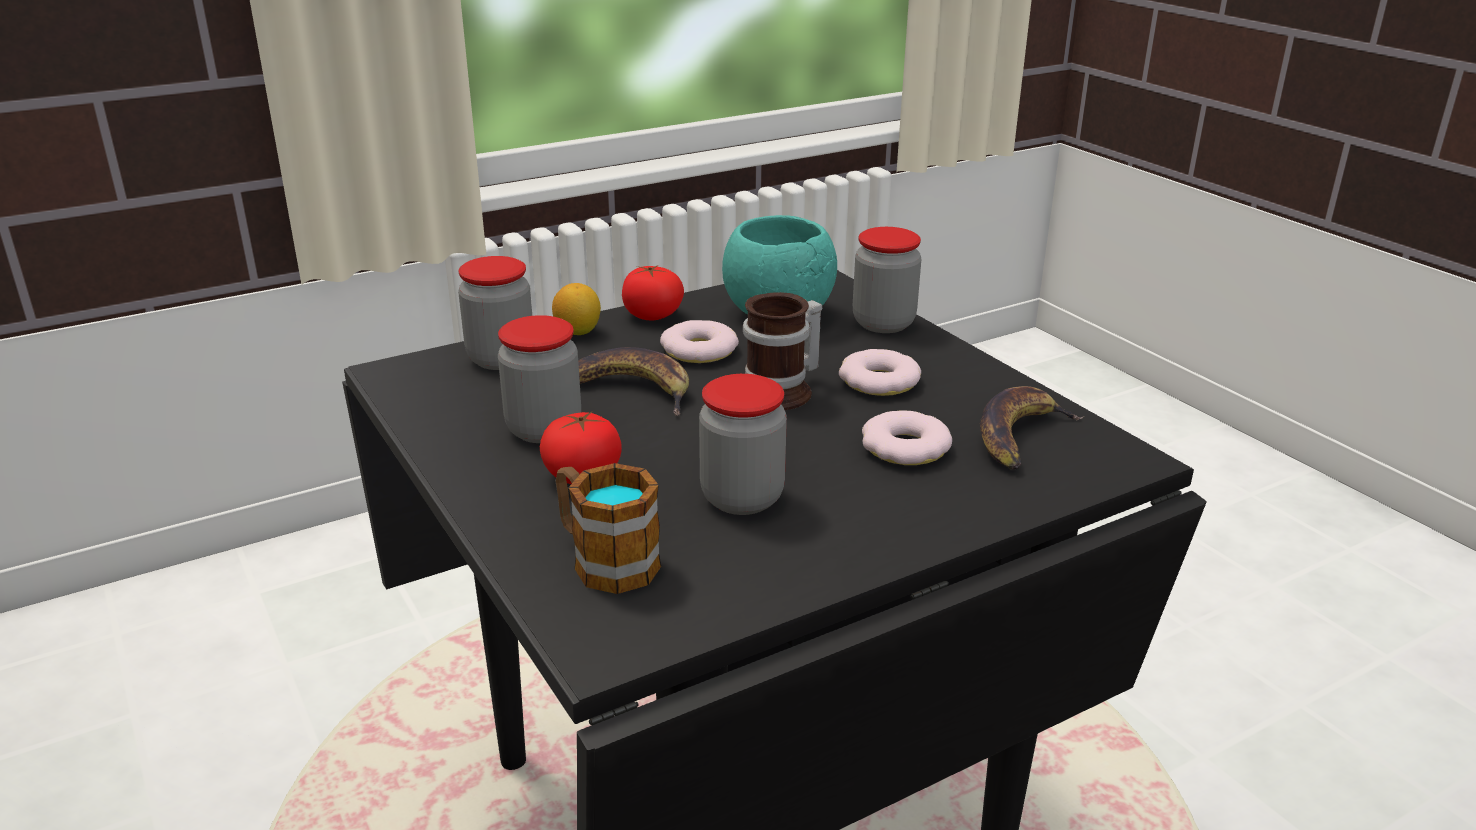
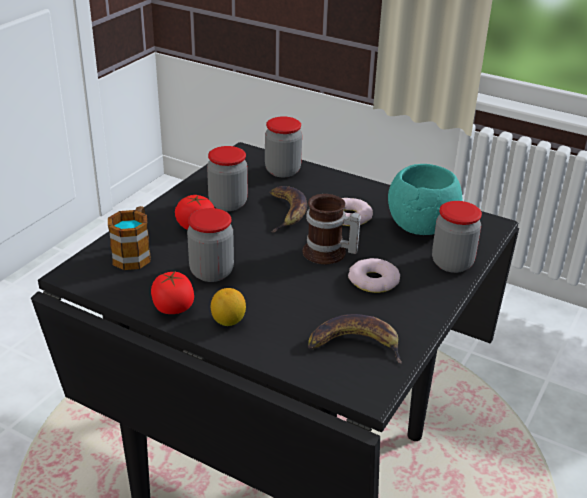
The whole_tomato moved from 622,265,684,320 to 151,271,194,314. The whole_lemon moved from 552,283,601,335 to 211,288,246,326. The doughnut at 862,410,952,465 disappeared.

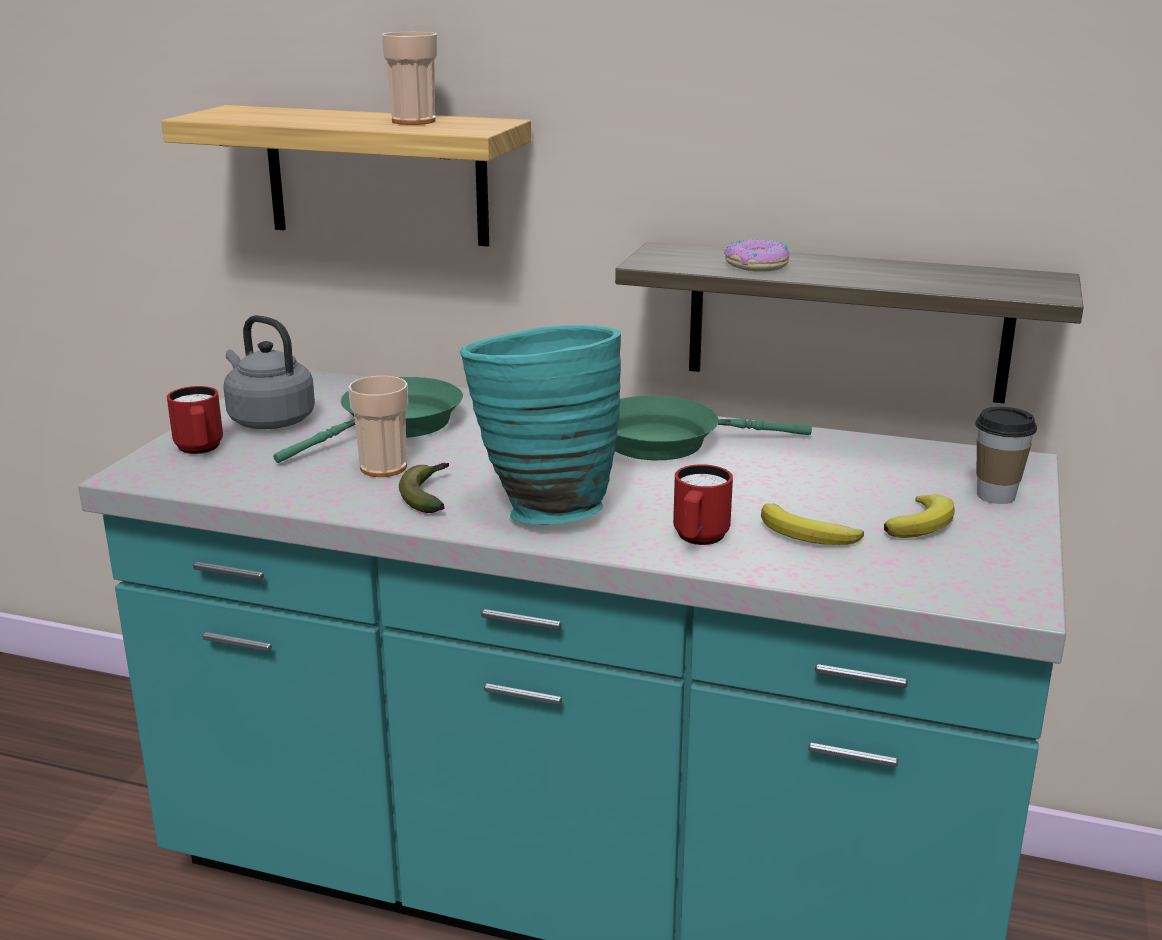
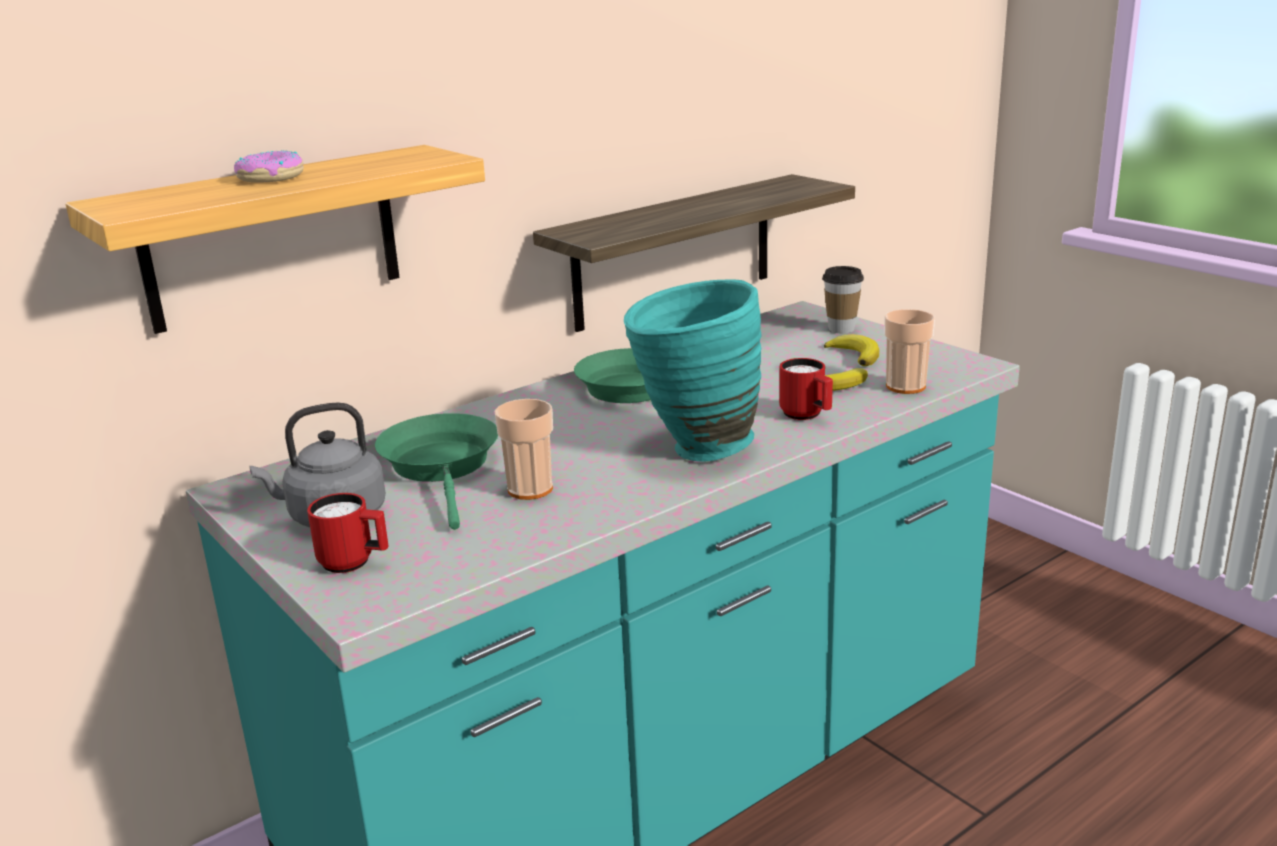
The small_cup moved from 382,32,437,125 to 884,309,935,394. The doughnut moved from 724,239,789,272 to 234,151,304,183. The banana at 399,463,449,513 disappeared.

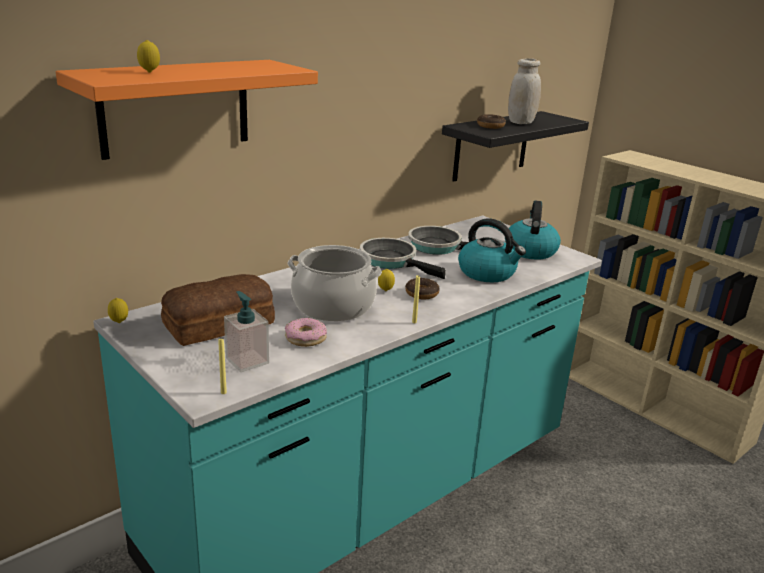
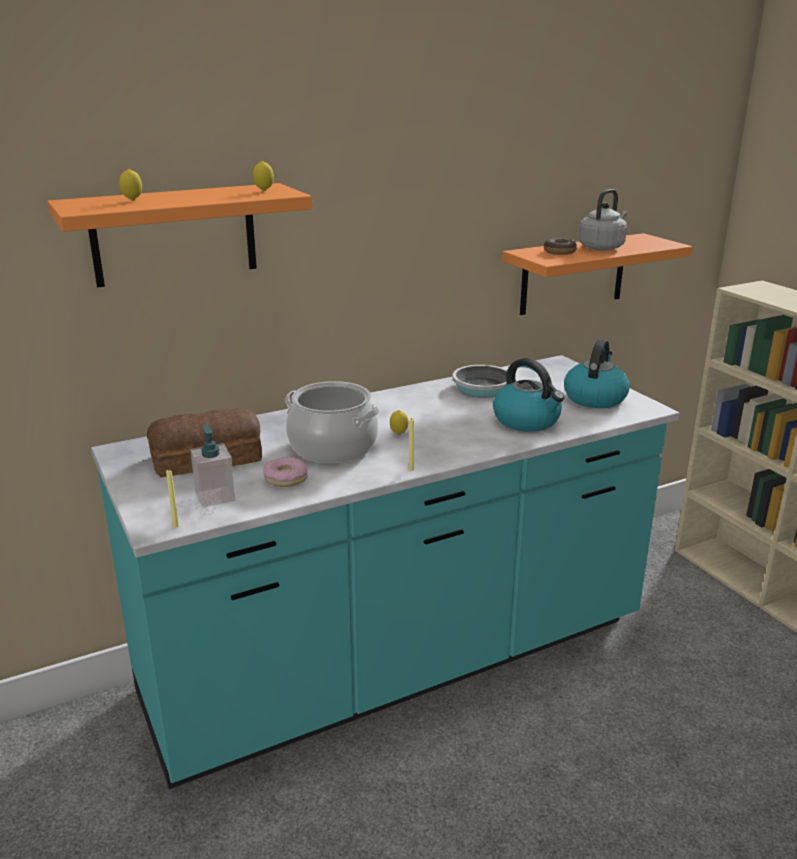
The whitish_storage_jar at 508,58,541,124 was replaced by the greyish_water_kettle at 578,189,627,250. The black-coloured_wall_shelf at 442,111,589,182 became the orangey_wall_shelf at 502,233,693,315. The frying_pan at 360,238,446,279 disappeared. The doughnut at 405,278,440,299 disappeared. The whole_lemon moved from 108,298,128,323 to 253,161,274,191.

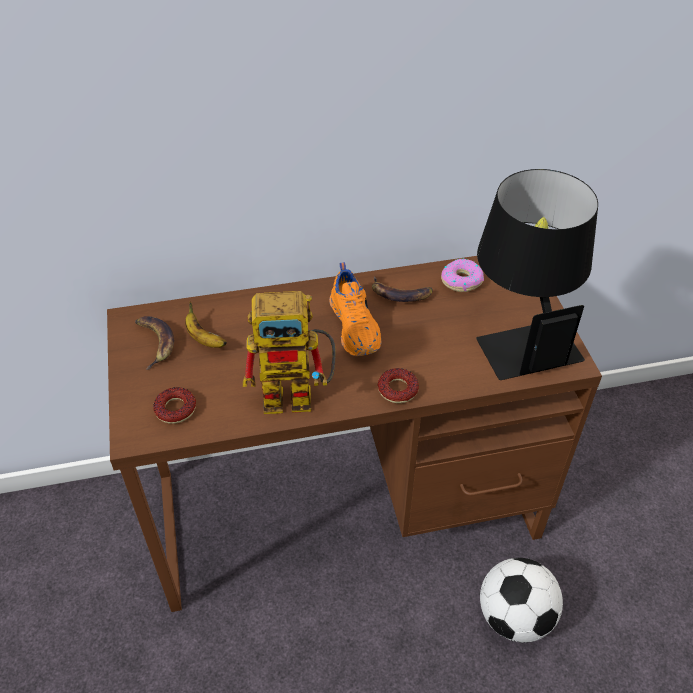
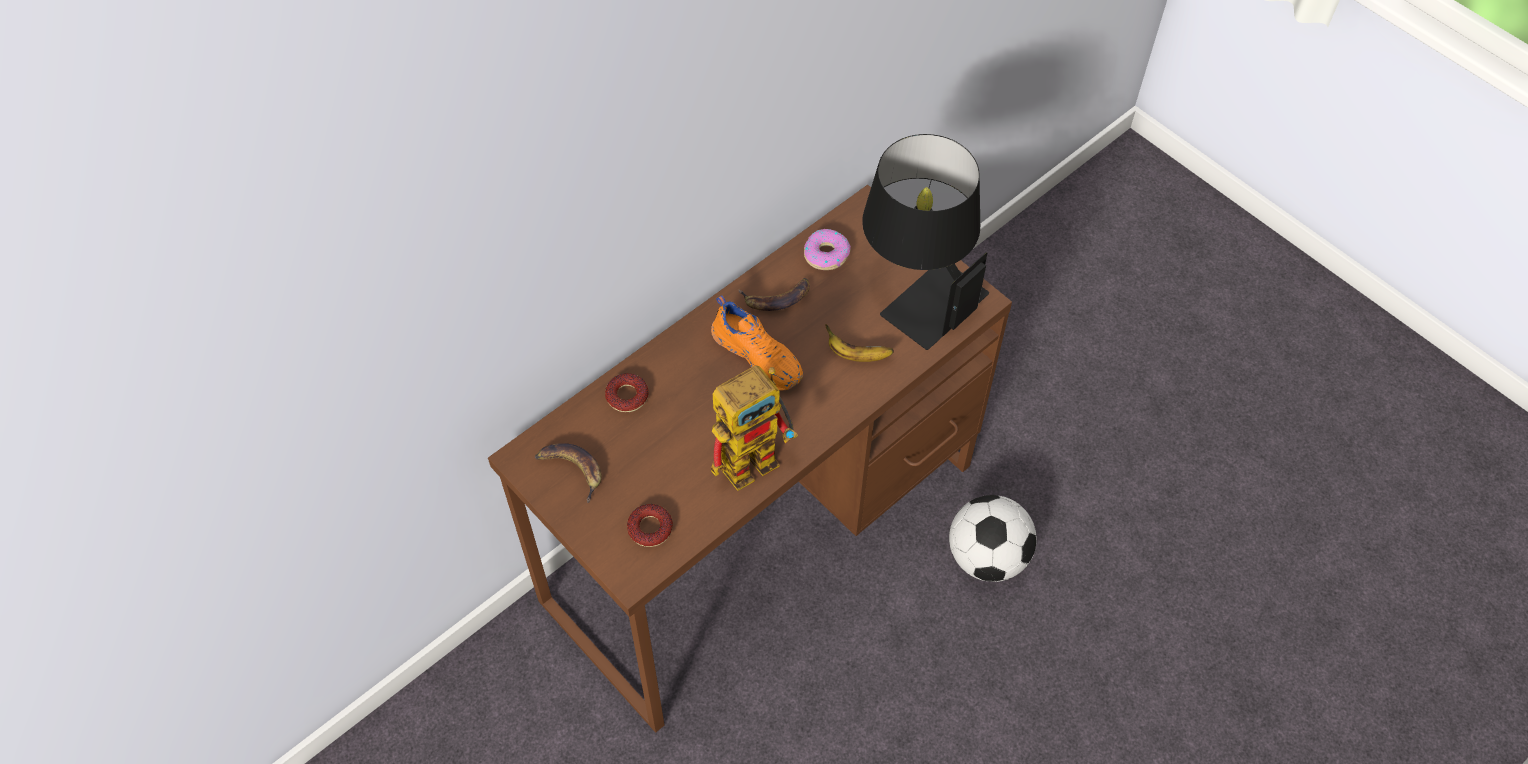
The banana moved from 185,302,227,348 to 825,324,894,362. The doughnut moved from 378,368,419,403 to 605,373,649,412.

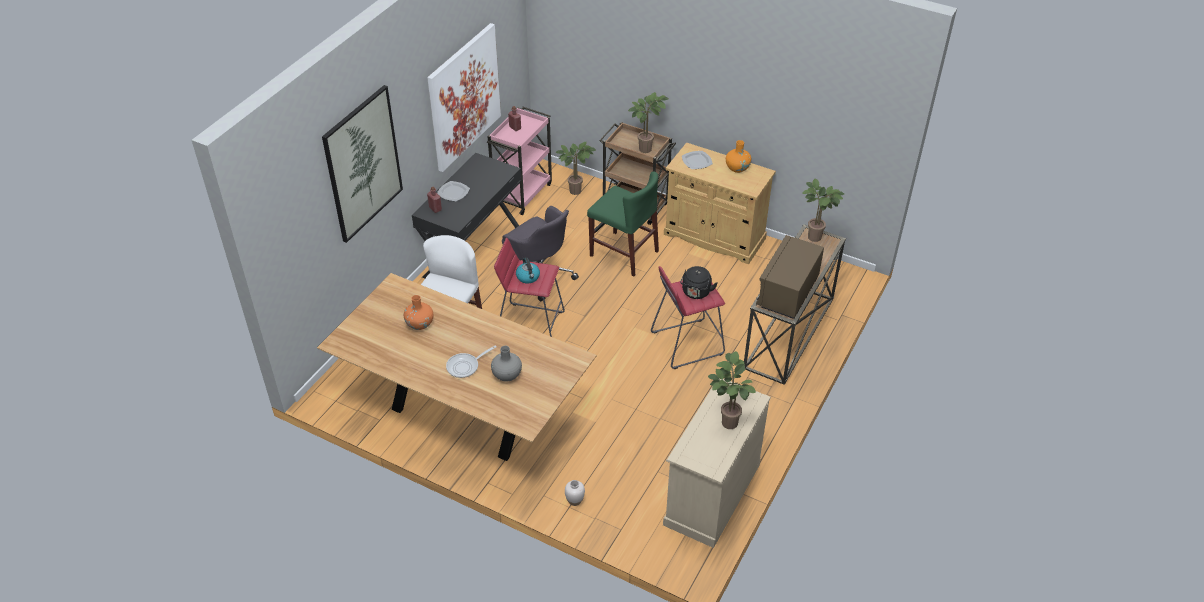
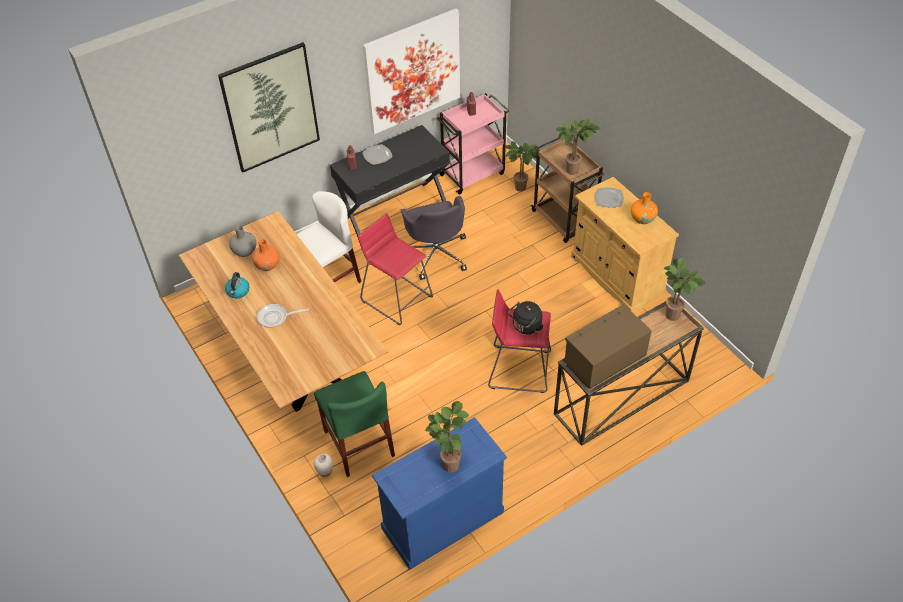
The green-coloured_chair moved from 587,171,659,277 to 314,371,395,477. The water_kettle moved from 516,257,540,283 to 225,272,250,298. The greyish_decorative_vase moved from 491,346,522,382 to 229,225,256,257. The sand-coloured_drawer_chest at 663,378,771,548 became the blue-coloured_drawer_chest at 372,417,507,570.

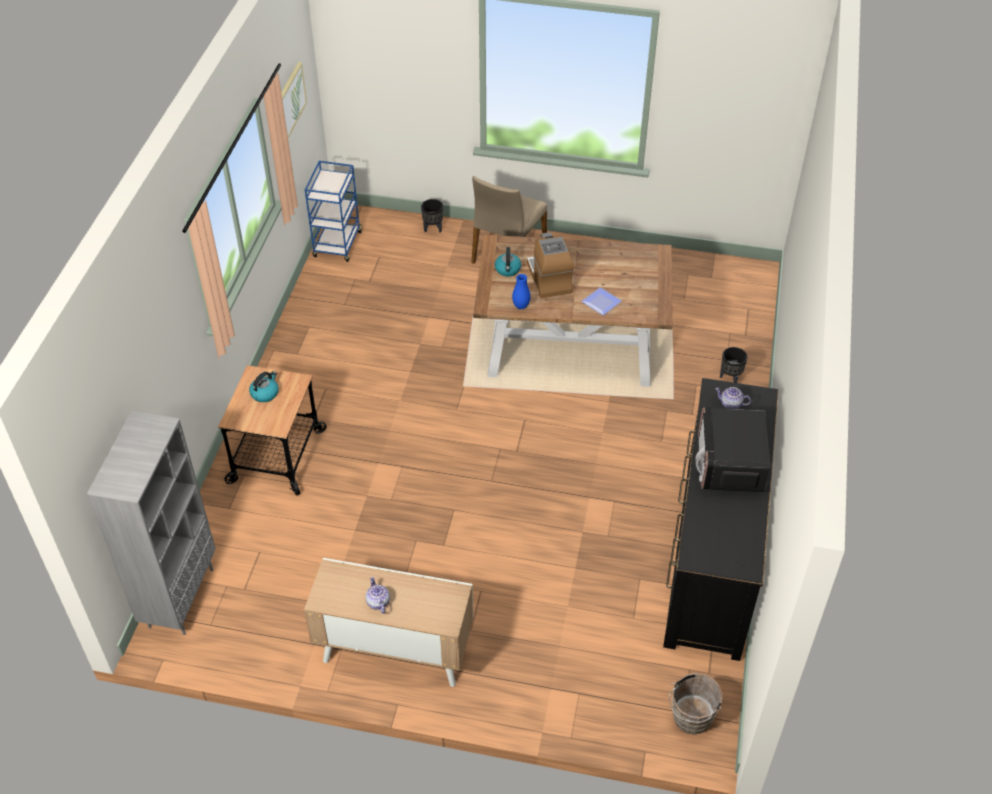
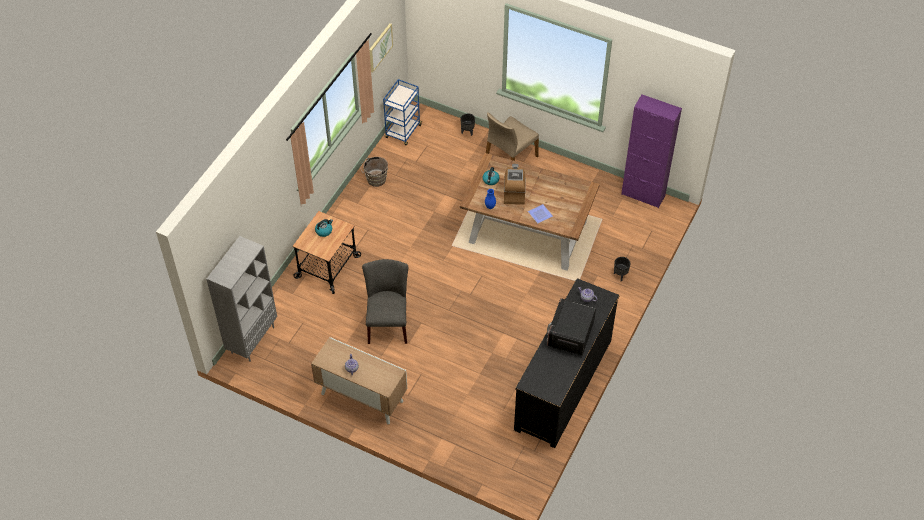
The brownish_bucket moved from 669,673,723,735 to 361,157,388,187. The purple_storage_cabinet at 621,94,682,208 appeared. The greyish_chair at 362,259,408,344 appeared.

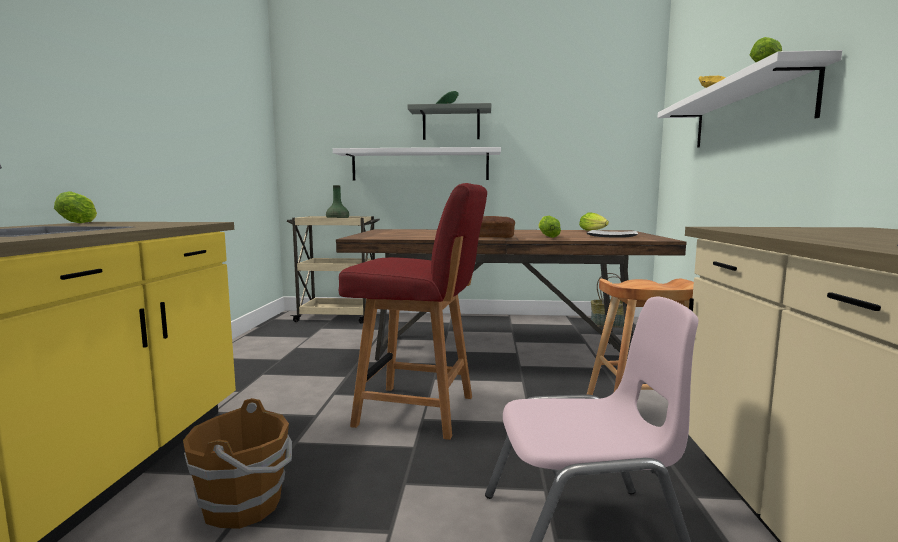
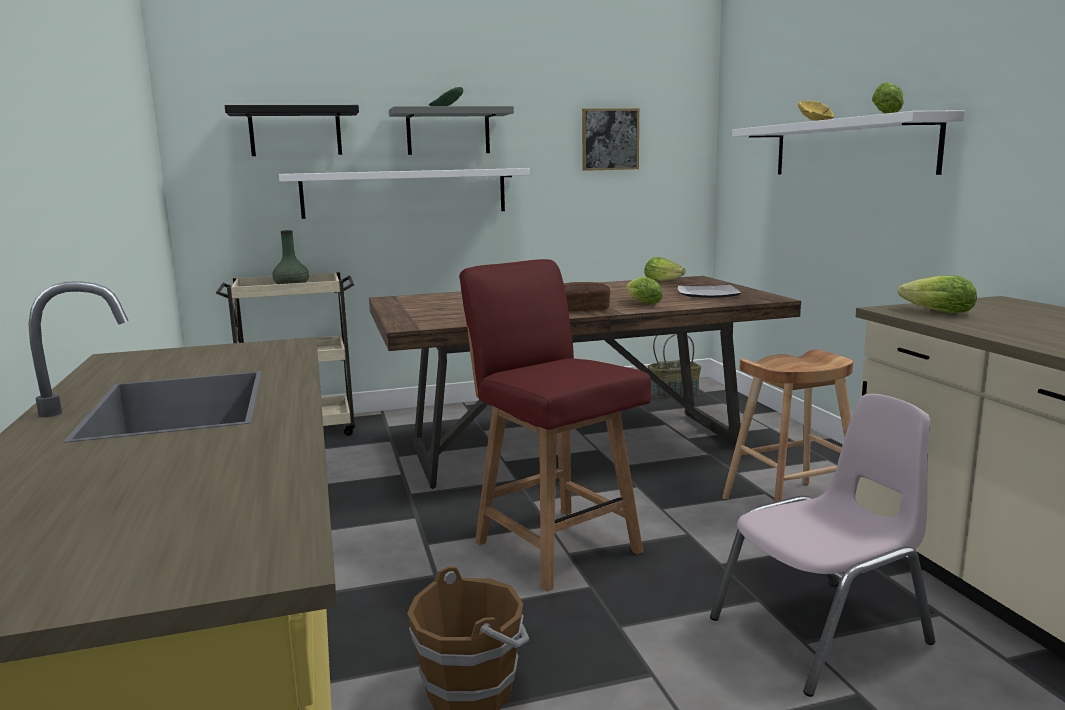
The red_chair at 339,183,487,440 turned 120 degrees counterclockwise. The lettuce moved from 54,191,97,223 to 898,275,977,313. The black-coloured_wall_shelf at 225,105,359,156 appeared. The wall_picture at 582,108,639,171 appeared.

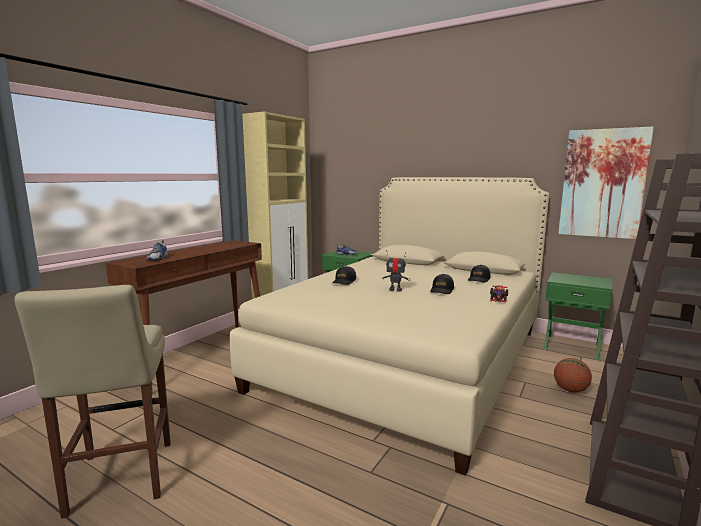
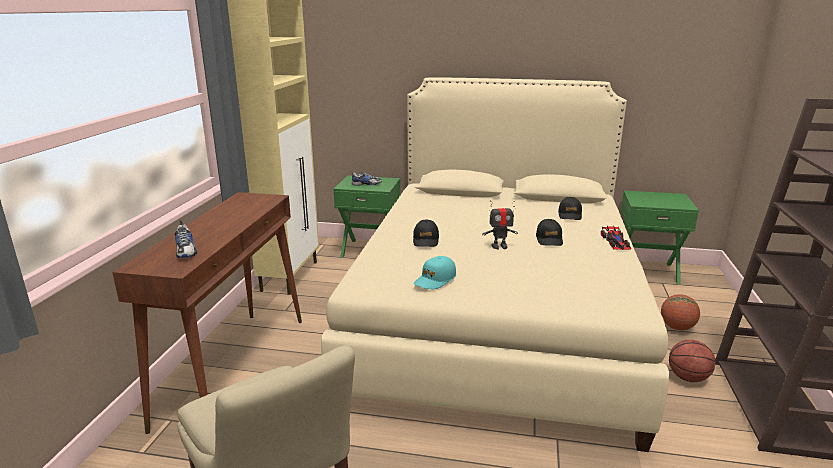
The wall_picture at 558,127,654,239 disappeared. The turquoise_baseball_cap at 414,256,456,289 appeared. The basketball at 669,340,716,382 appeared.

